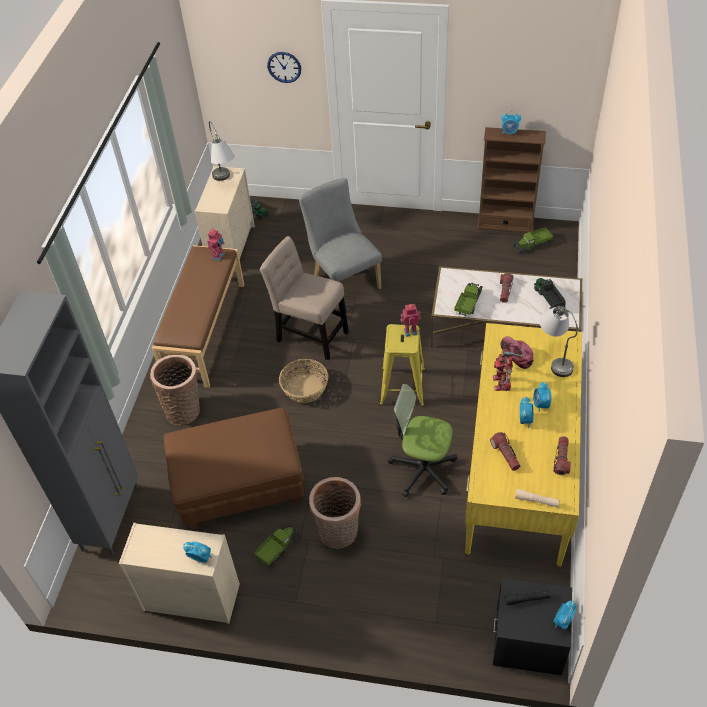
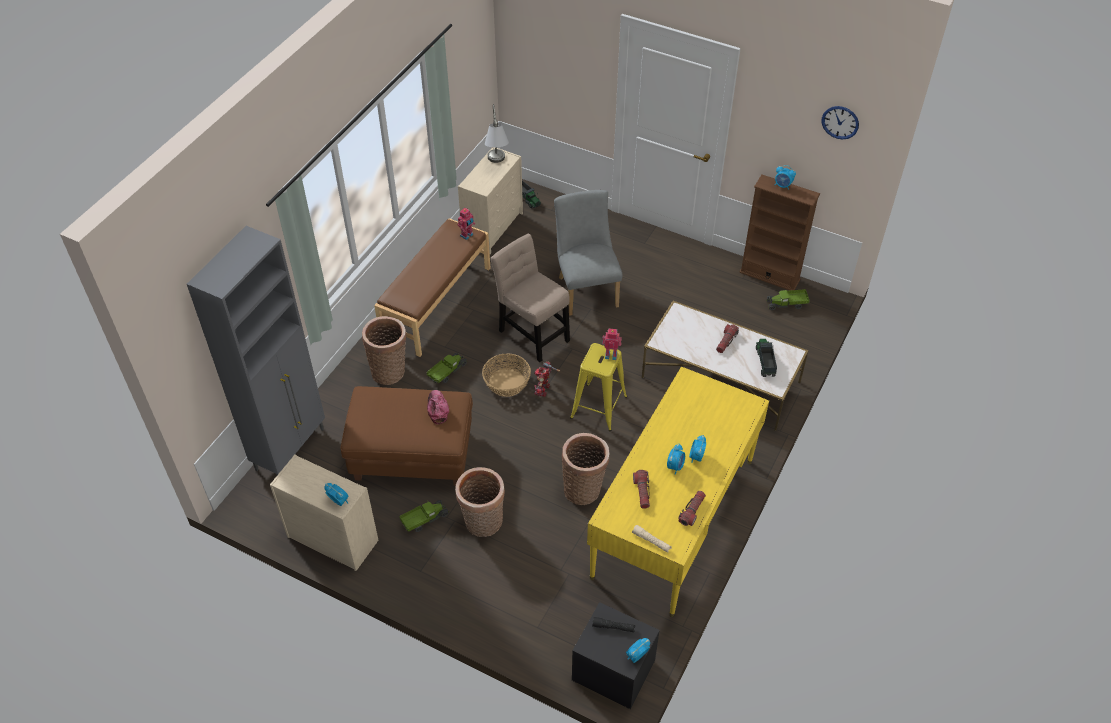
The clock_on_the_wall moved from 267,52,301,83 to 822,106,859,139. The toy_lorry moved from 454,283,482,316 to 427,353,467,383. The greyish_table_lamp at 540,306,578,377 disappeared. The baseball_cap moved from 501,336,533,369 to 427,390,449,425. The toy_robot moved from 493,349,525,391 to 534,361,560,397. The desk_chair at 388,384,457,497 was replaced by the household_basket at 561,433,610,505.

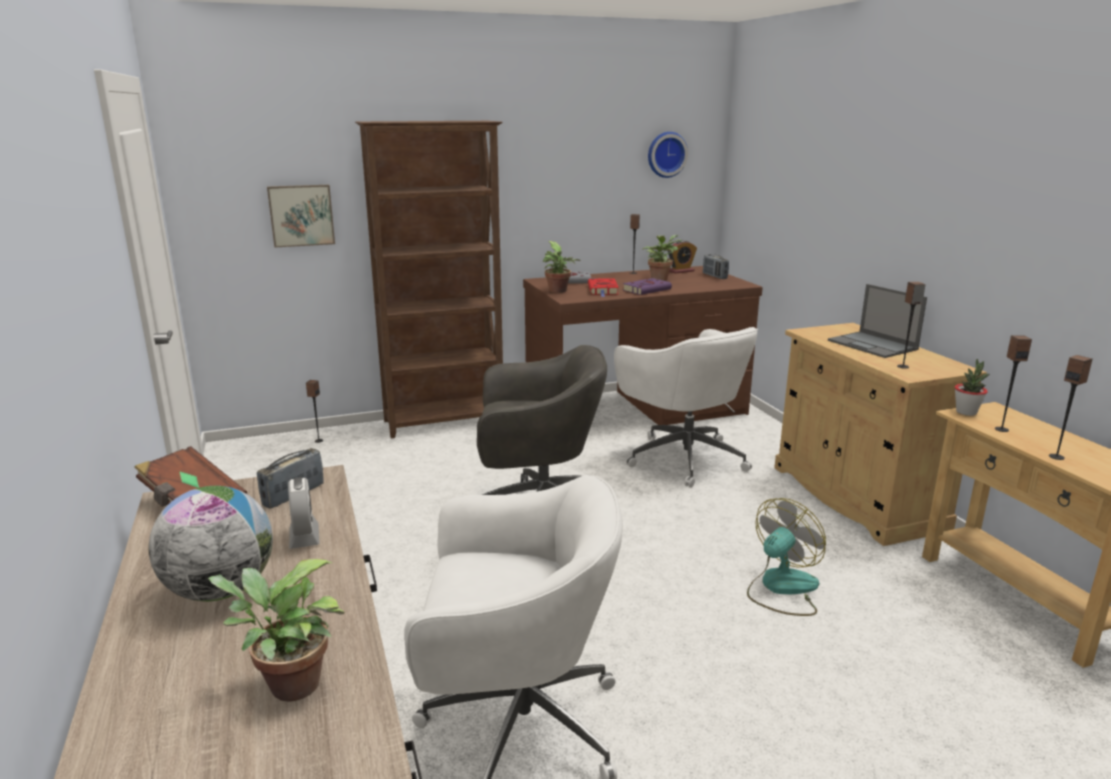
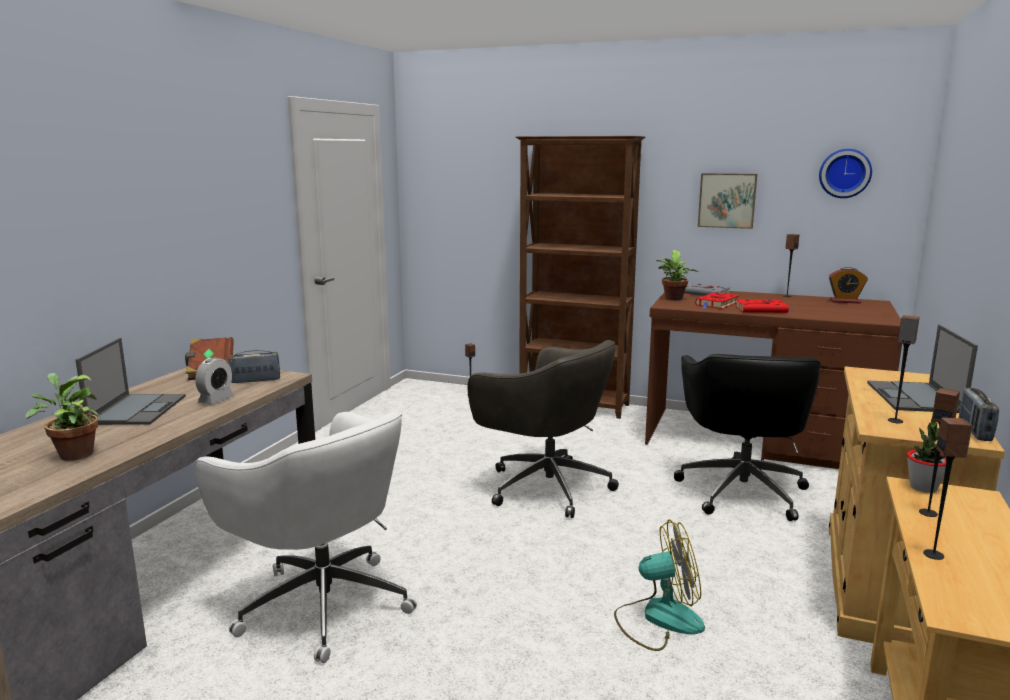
The wall_picture moved from 267,185,335,248 to 698,173,757,229. The plant_in_a_pot at 642,235,682,280 disappeared. The radio moved from 703,254,729,279 to 959,388,999,441. The purple_volume at 623,278,672,295 became the red_volume at 736,299,790,313. The whitish_desk_chair at 614,327,758,488 became the black-coloured_desk_chair at 674,354,821,521. The desk_globe at 149,486,273,601 was replaced by the notebook_computer at 75,338,186,425.

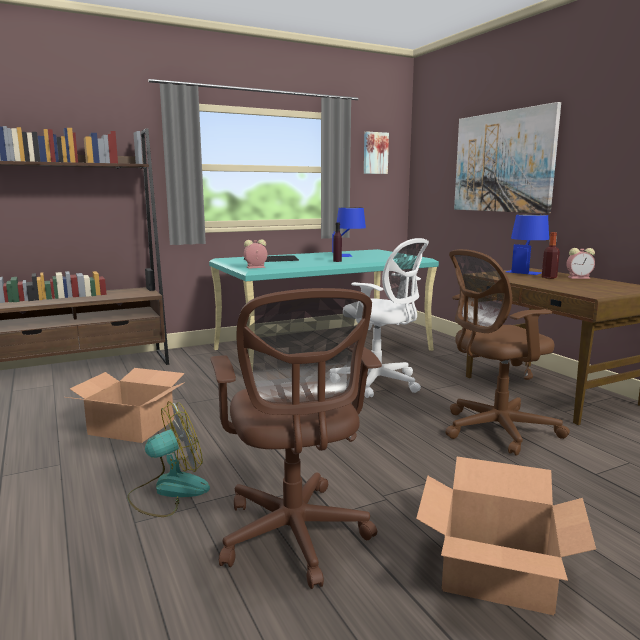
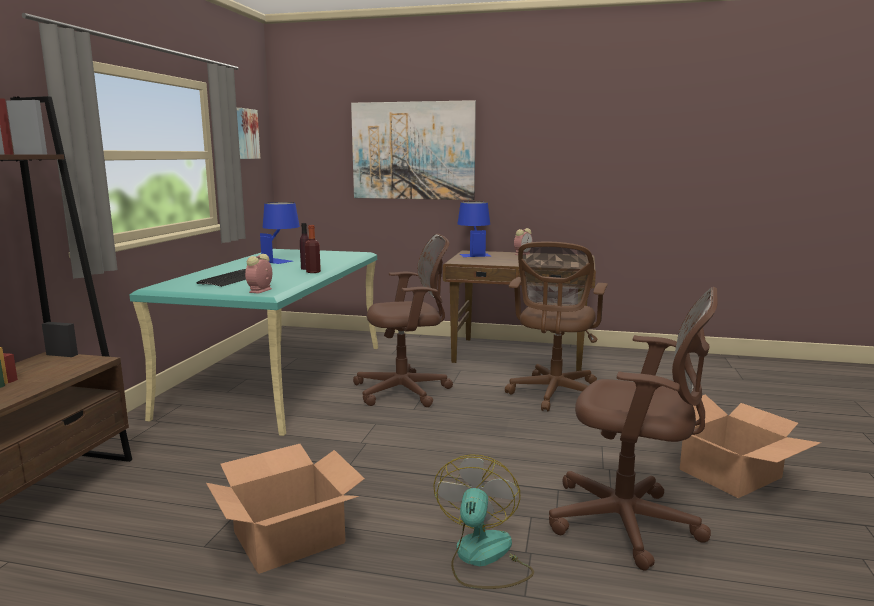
The bottle moved from 542,232,560,279 to 305,225,321,273. The whitish_desk_chair at 333,238,429,398 became the brownish_desk_chair at 353,234,453,407.

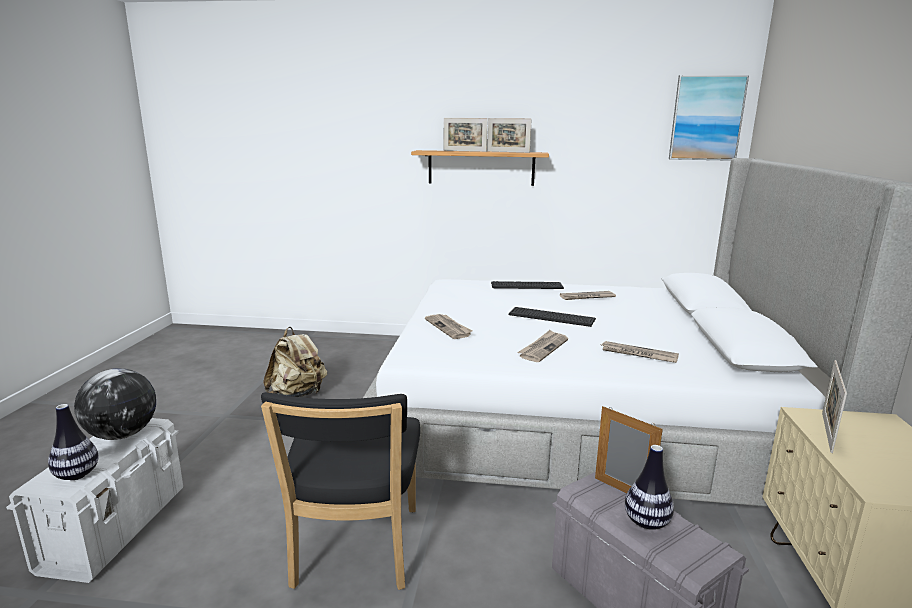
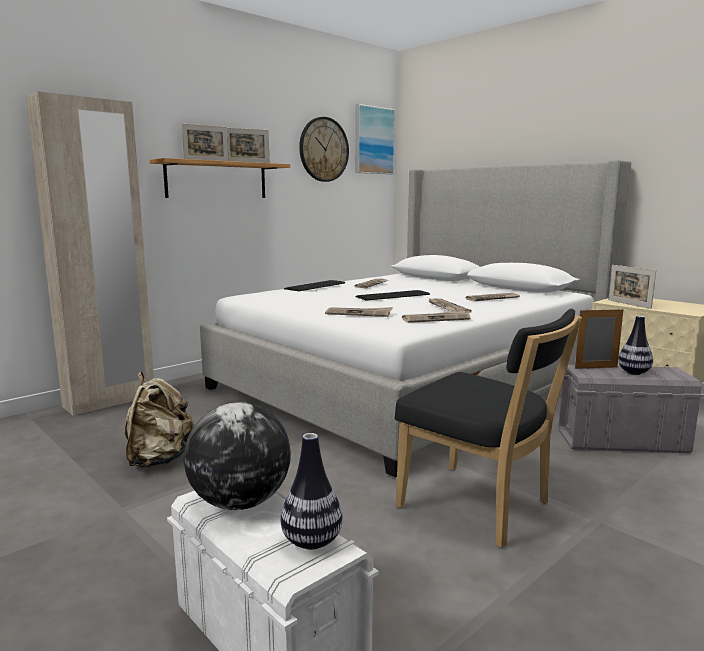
The sand-coloured_wardrobe at 26,91,154,416 appeared. The clock_on_the_wall at 299,117,349,182 appeared. The daily_paper at 402,310,470,323 appeared.

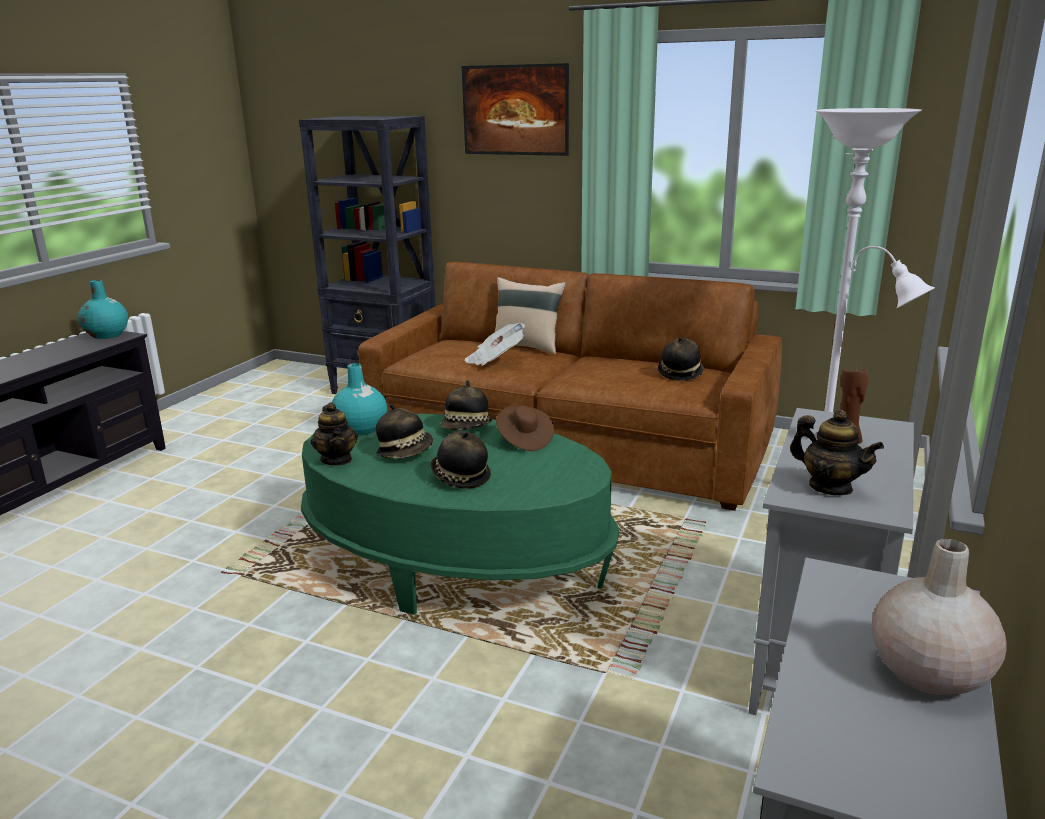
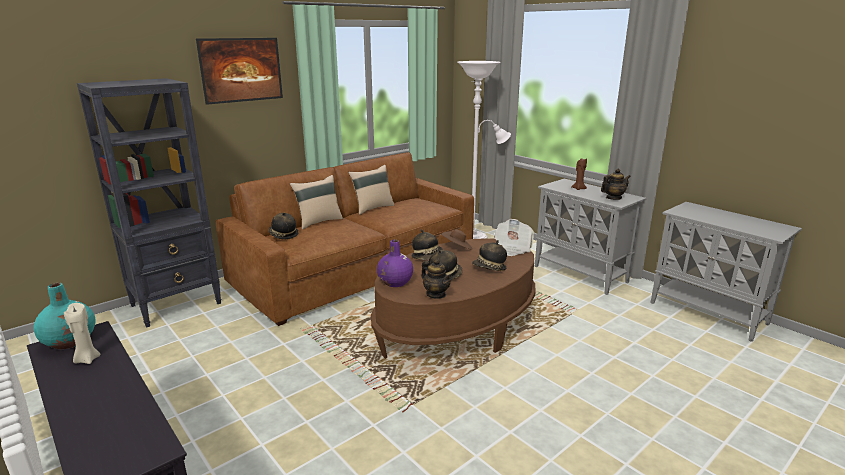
The daily_paper moved from 465,323,526,366 to 494,219,534,256. The wearable_hat moved from 658,337,704,381 to 269,212,299,240. The turquoise_decorative_vase at 332,363,387,436 became the purple_decorative_vase at 377,240,413,287. The teapot at 311,403,358,466 turned 45 degrees clockwise. The green-coloured_low_table at 301,414,619,615 became the brownish_low_table at 371,238,536,359. The sand-coloured_decorative_vase at 872,539,1006,695 disappeared. The sand-coloured_cushion at 348,165,394,215 appeared. The sand-coloured_candle at 64,303,100,364 appeared.

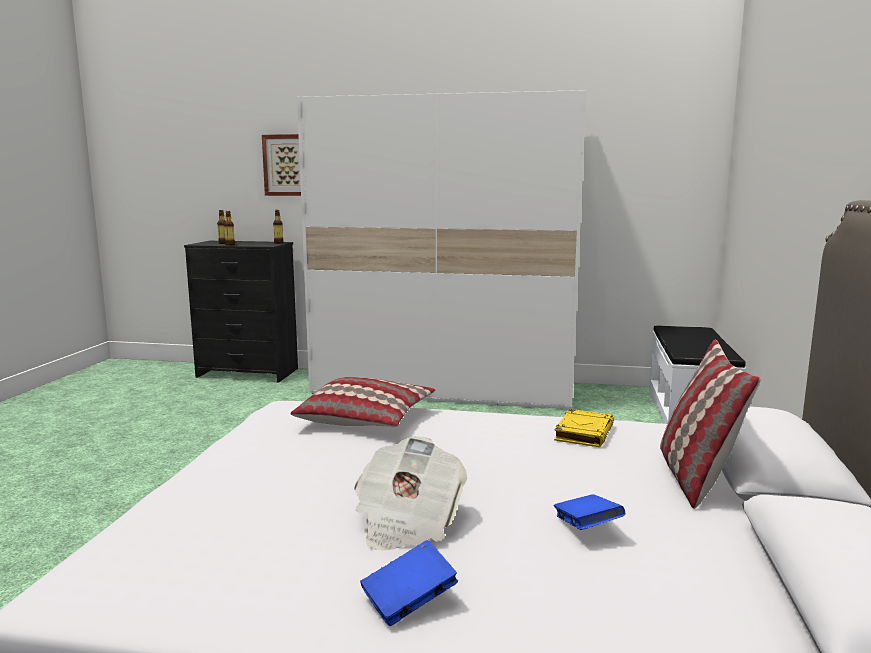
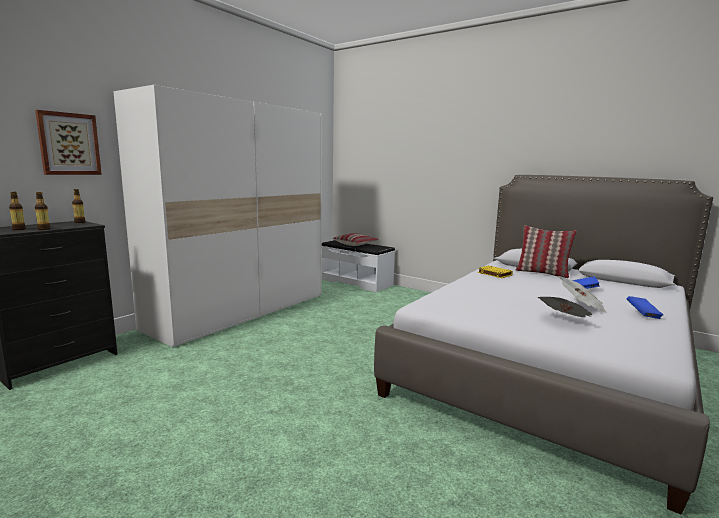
The cushion moved from 290,377,435,427 to 333,233,379,246. The daily_paper at 538,297,592,317 appeared.

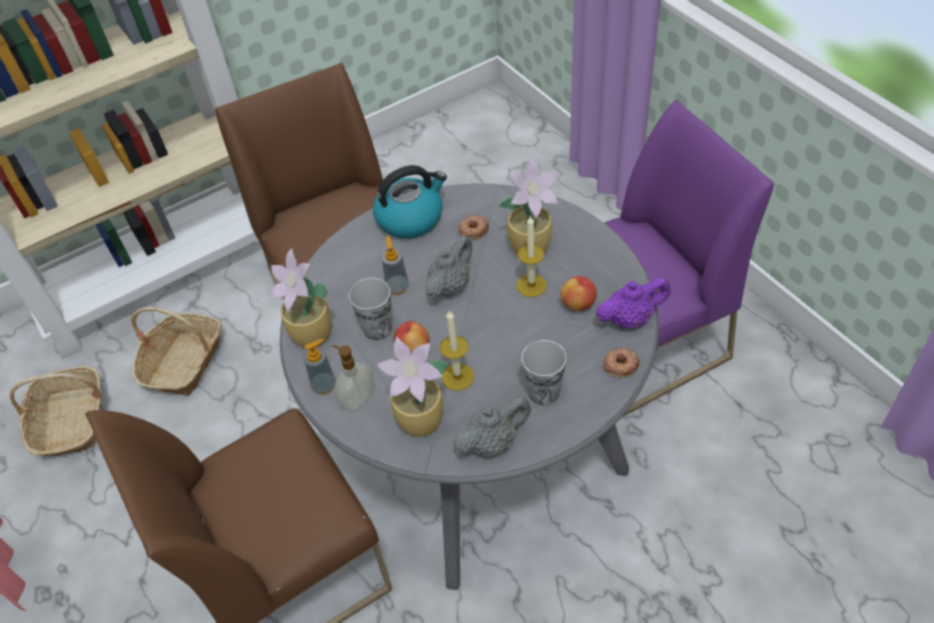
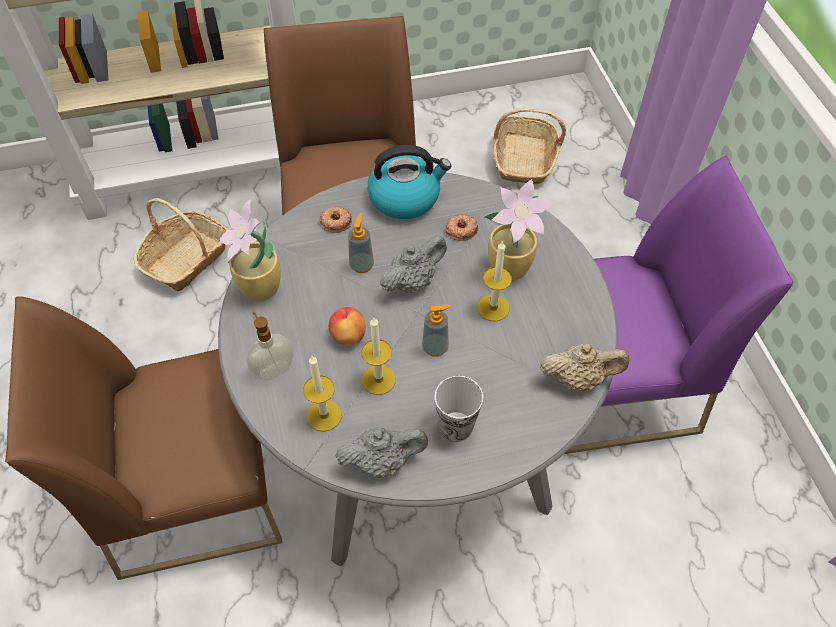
The apple at 560,276,597,311 disappeared. The purple_teapot at 596,277,671,328 became the sand-coloured_teapot at 540,344,629,391. The small_cup at 349,278,392,340 disappeared. The plant_in_a_pot at 377,337,448,437 was replaced by the candle at 303,356,342,432. The soap_bottle moved from 303,339,336,394 to 422,305,451,357. The doughnut moved from 603,348,639,378 to 319,206,352,233. The household_basket moved from 10,366,102,456 to 493,107,566,184.

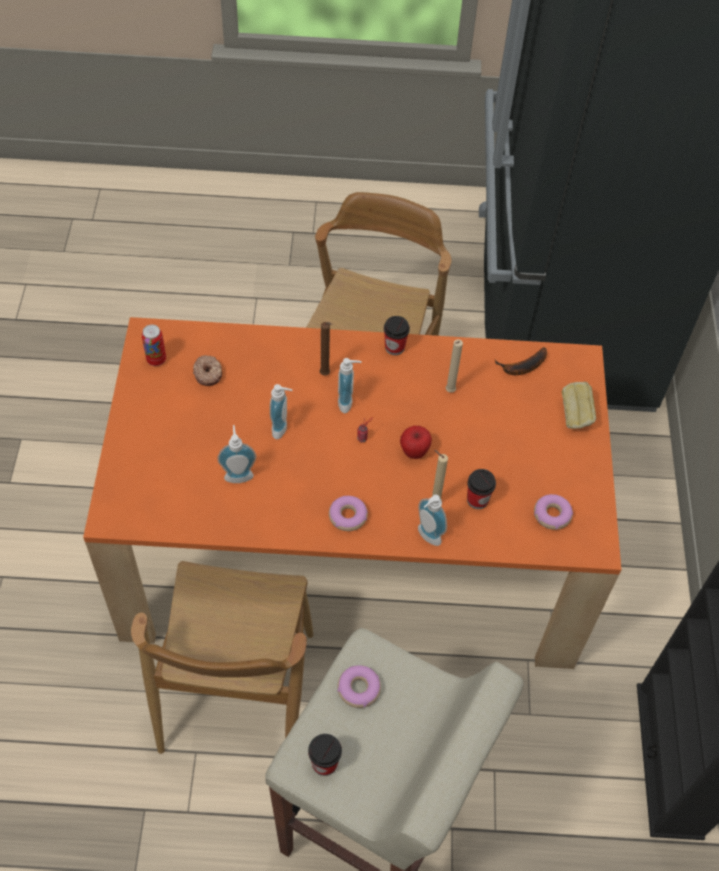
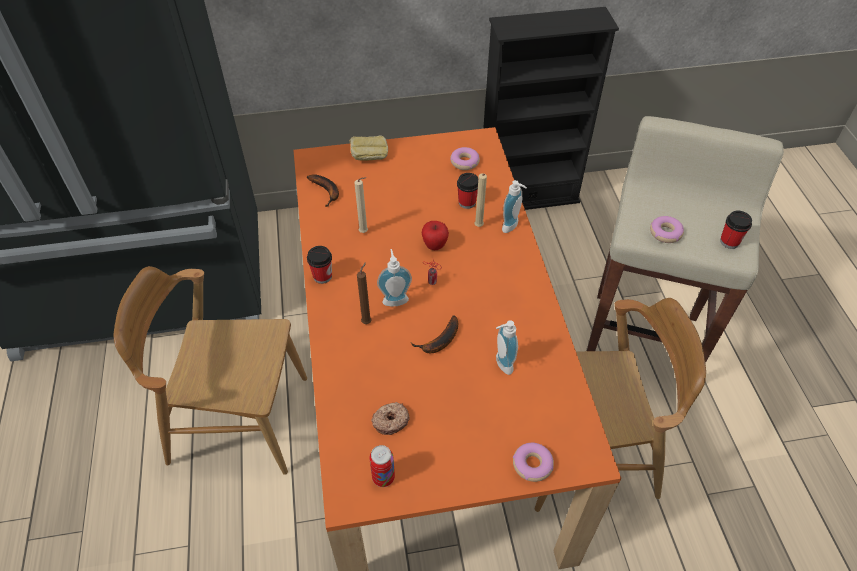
The soap_bottle at 270,384,293,439 was replaced by the banana at 411,315,458,353. The doughnut moved from 329,496,368,531 to 513,443,554,482.

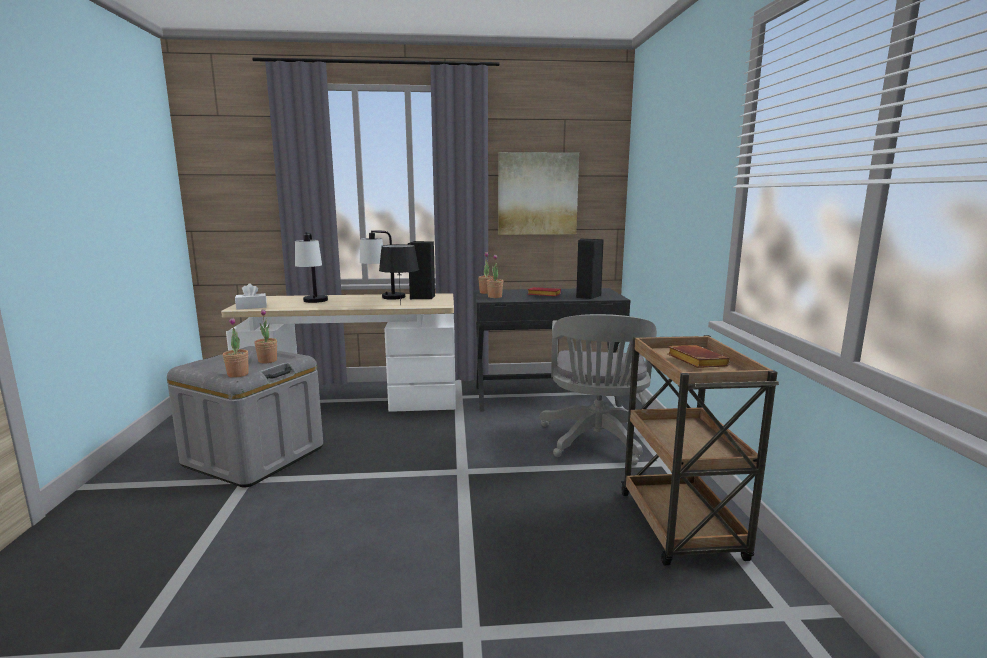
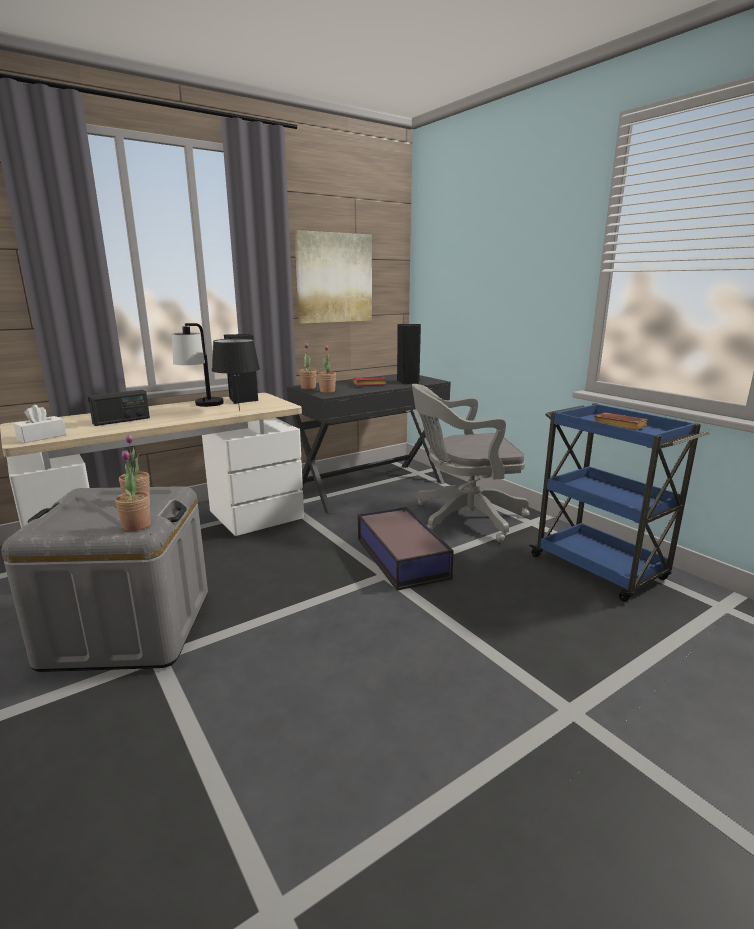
The table_lamp at 295,232,328,303 was replaced by the radio at 88,390,150,426. The greyish_desk_chair at 540,314,657,465 turned 105 degrees clockwise. The brownish_trolley at 621,335,779,566 became the blue-coloured_trolley at 529,403,710,602. The storage_box at 358,507,454,591 appeared.

